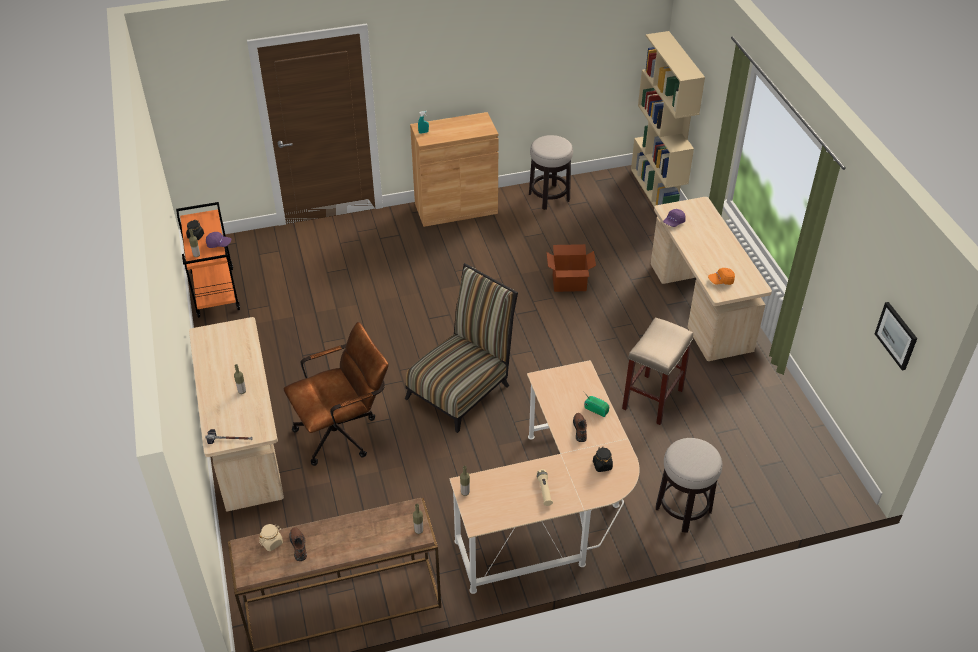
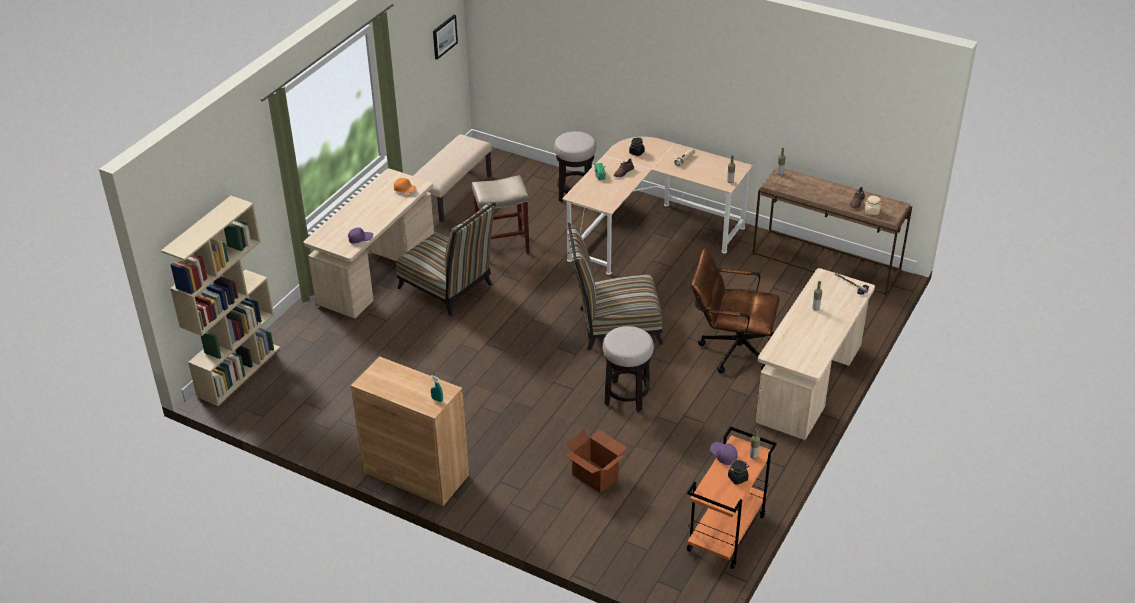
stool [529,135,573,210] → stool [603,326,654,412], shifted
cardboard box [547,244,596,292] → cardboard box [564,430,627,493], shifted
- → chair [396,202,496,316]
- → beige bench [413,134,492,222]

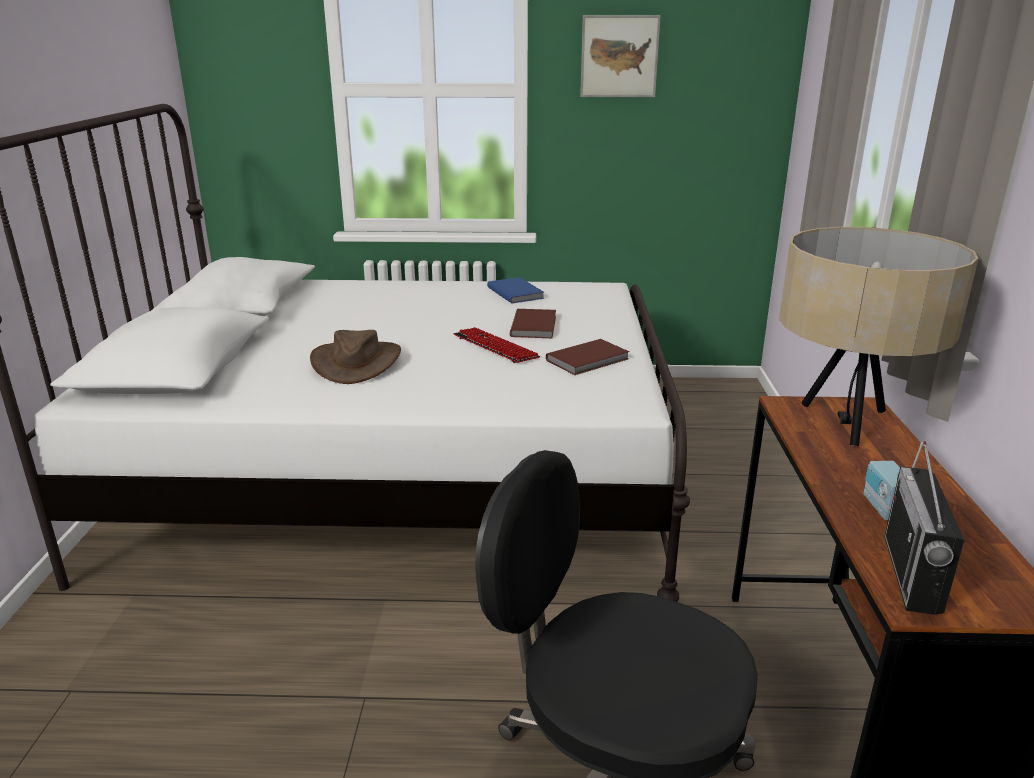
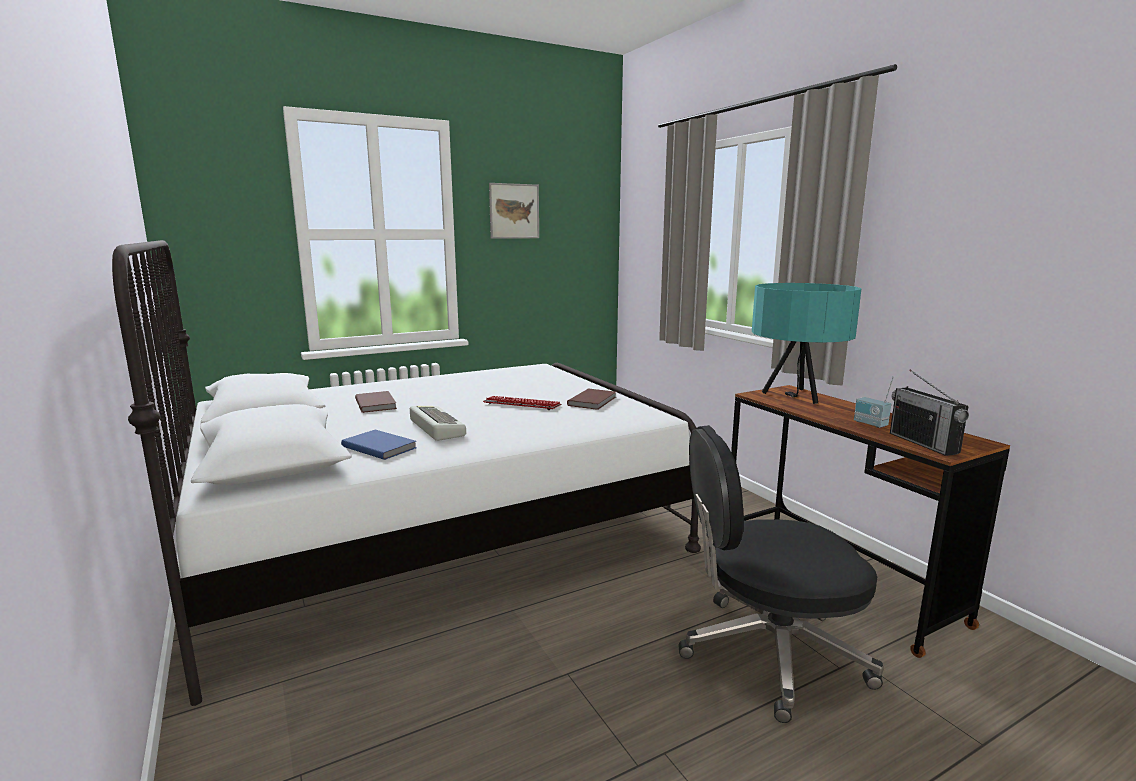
brown hat [310,330,401,384] → keyboard [410,406,466,441]
blue book [487,277,545,303] → blue book [341,430,417,460], shifted
brown book [510,309,556,338] → brown book [355,391,397,413], shifted
beige table lamp [779,227,979,446] → turquoise table lamp [752,283,862,404]

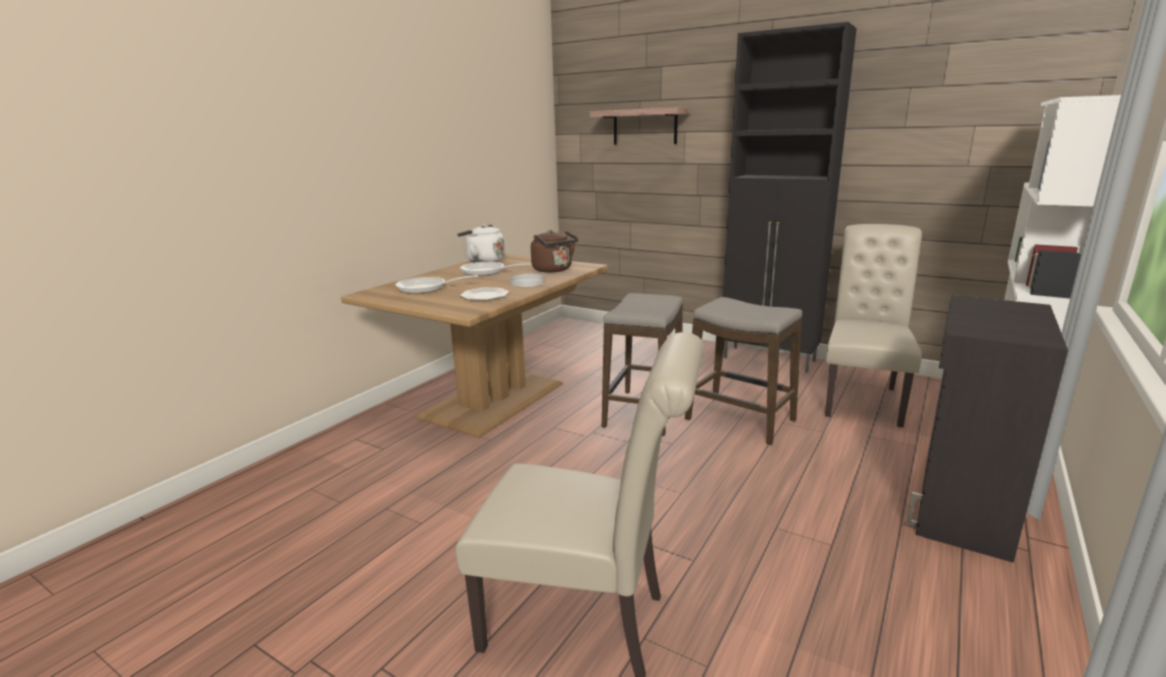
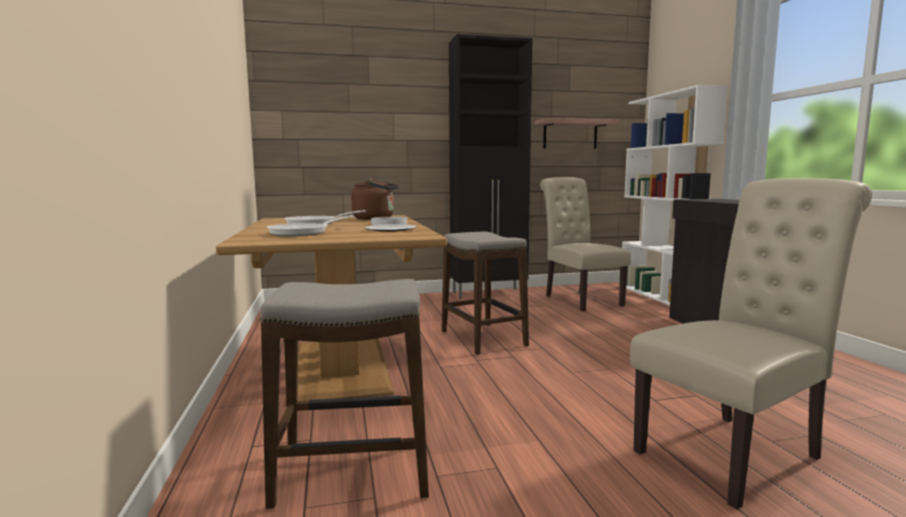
white kettle [457,224,505,263] → -
shelf [590,108,690,145] → shelf [534,118,618,149], shifted
stool [685,297,802,445] → stool [260,279,429,509], shifted

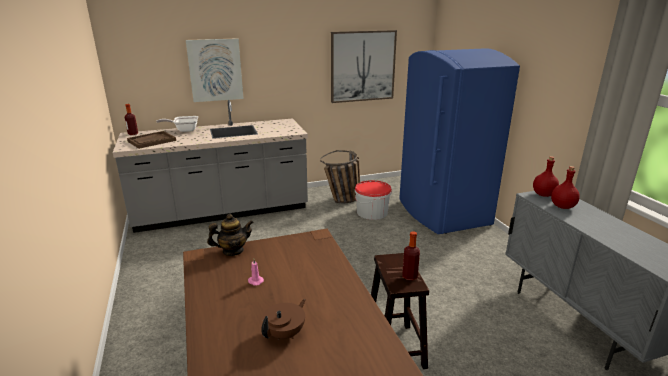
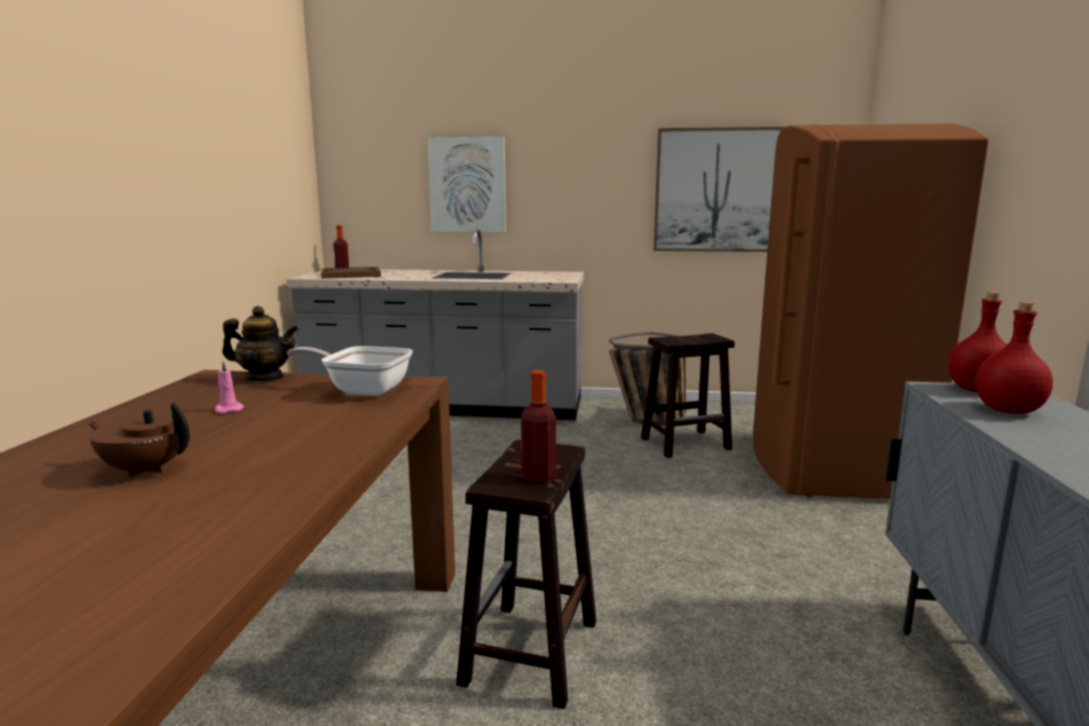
frying pan [156,116,198,132] → frying pan [287,346,413,396], shifted
brown teapot [261,299,306,340] → brown teapot [88,403,190,478], 135 degrees counterclockwise
bucket [355,180,392,220] → brown stool [641,333,735,458]
blue fridge [399,48,520,234] → brown fridge [753,124,988,499]

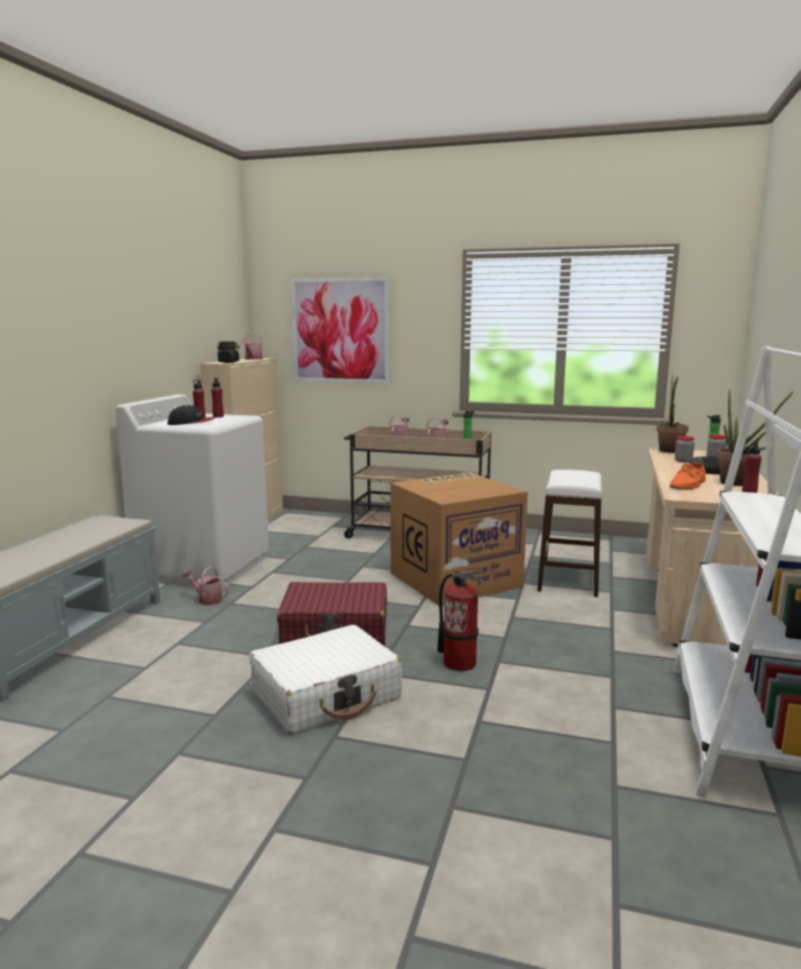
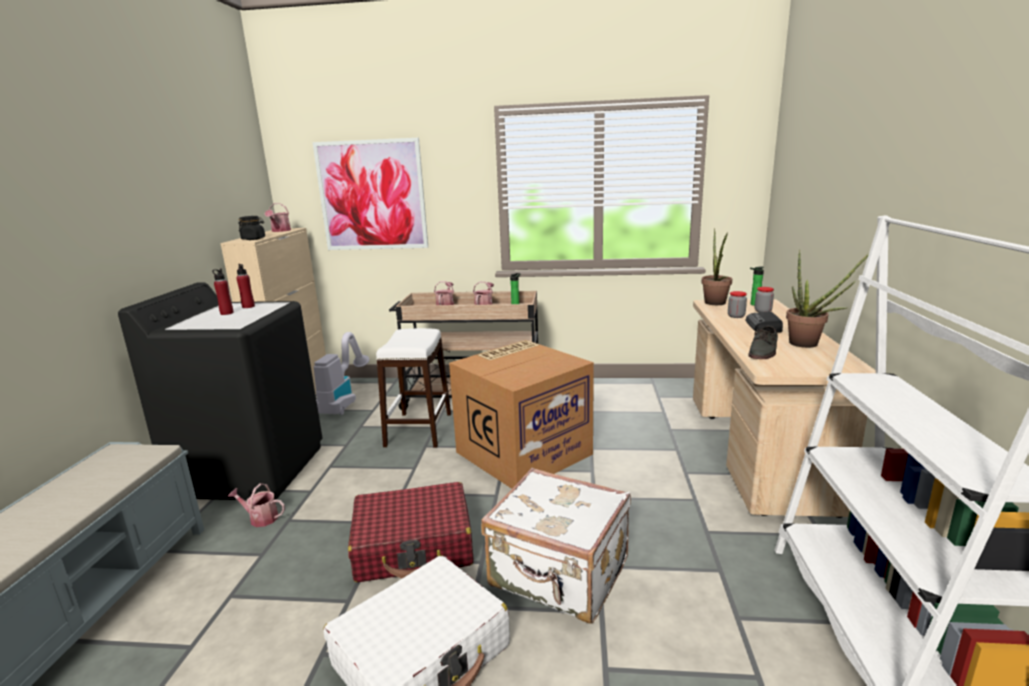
white washing machine [116,394,269,589] → black washing machine [118,282,323,500]
cap [168,405,215,425] → -
fire extinguisher [437,569,484,671] → white suitcase [481,468,631,624]
white stool [537,470,602,597] → white stool [376,328,451,448], shifted
orange shoe [669,462,706,490] → grey shoe [748,326,778,359]
red bottle [742,442,761,493] → -
- → vacuum cleaner [314,332,369,415]

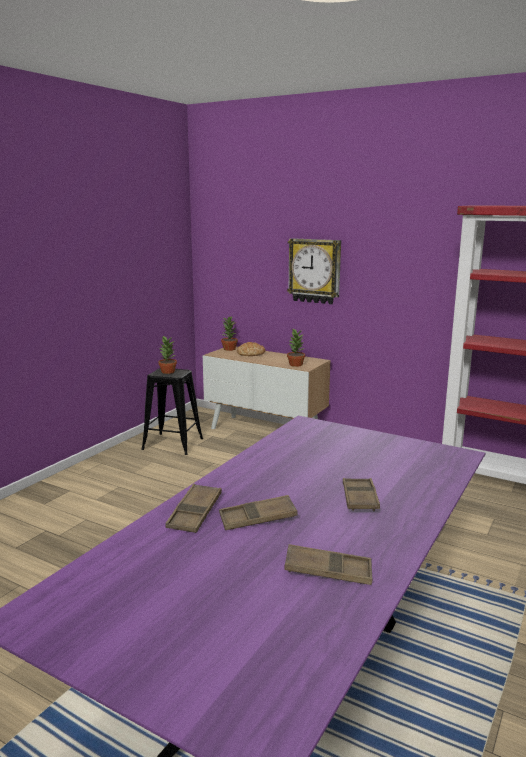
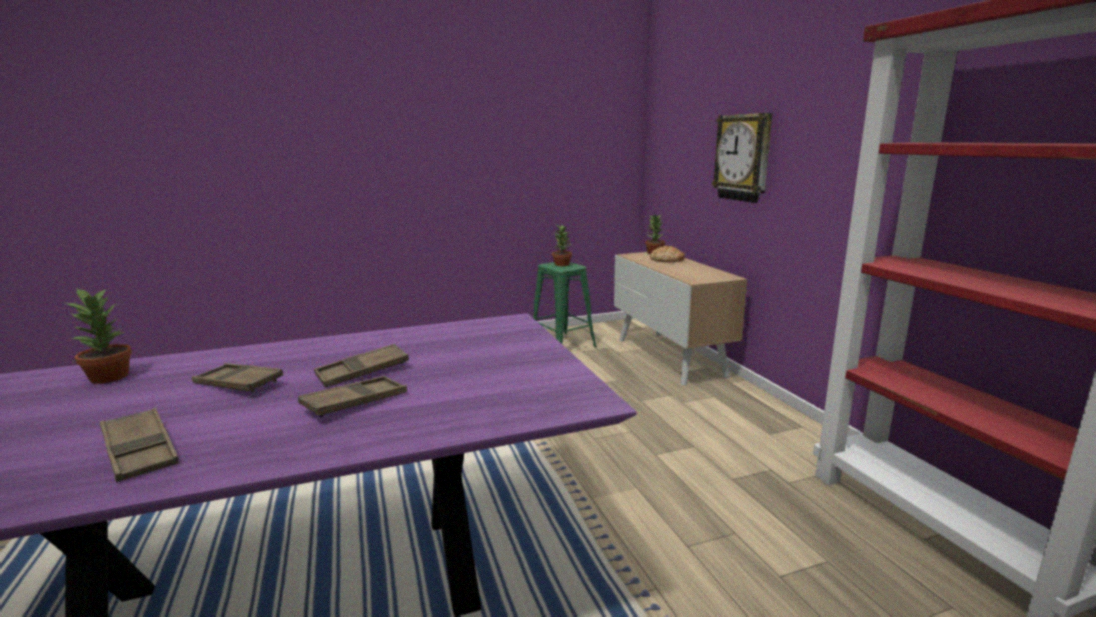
black stool [141,368,203,455] → green stool [533,262,597,347]
brown tray [165,484,222,533] → brown tray [314,344,409,387], shifted
potted plant [287,328,305,367] → potted plant [63,287,132,384], shifted

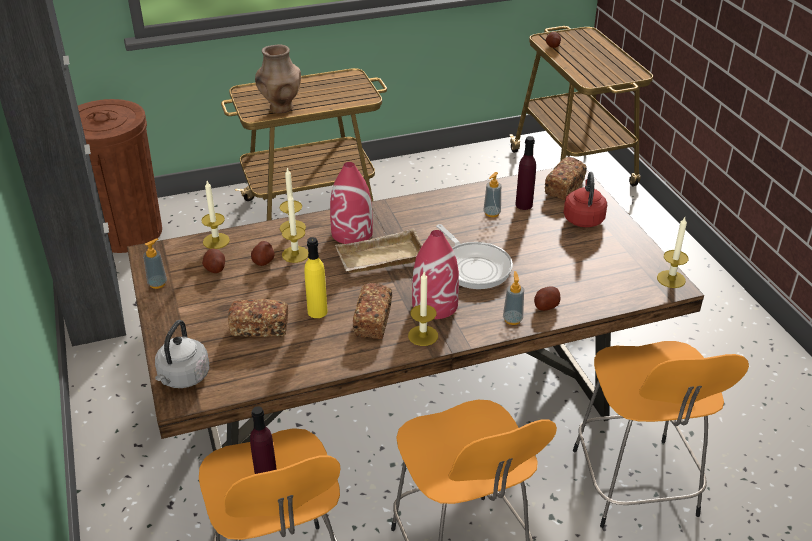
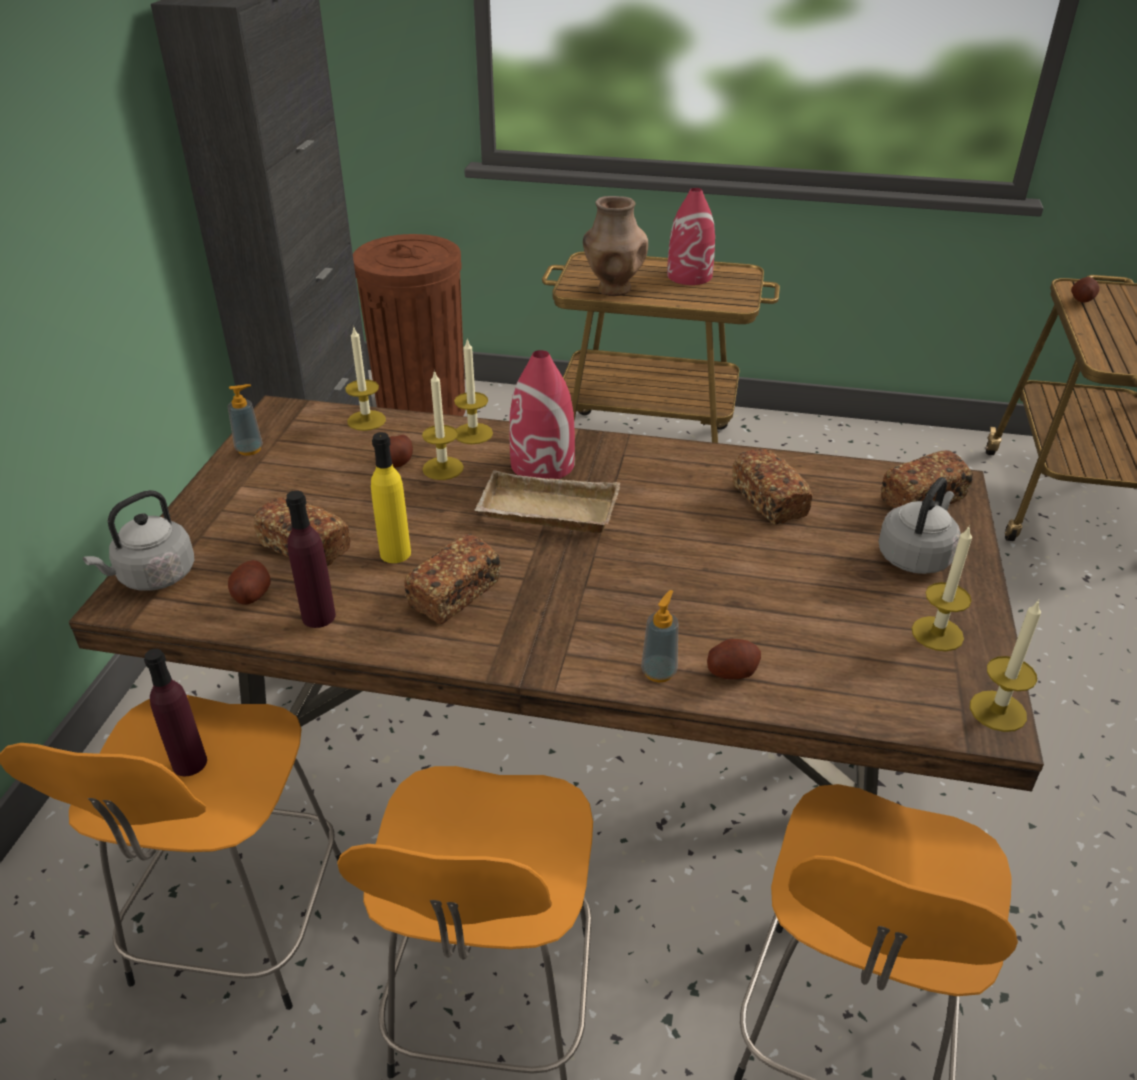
potato [202,249,225,273] → potato [228,560,271,605], shifted
candle [408,272,438,346] → candle [912,525,972,651], shifted
red vase [412,230,459,319] → red vase [667,188,715,285], shifted
frying pan [436,224,513,289] → -
soap dispenser [483,172,501,217] → bread [732,449,813,524]
purple bottle [515,136,536,210] → purple bottle [286,491,336,628], shifted
red kettle [564,172,607,228] → grey kettle [879,477,961,574]

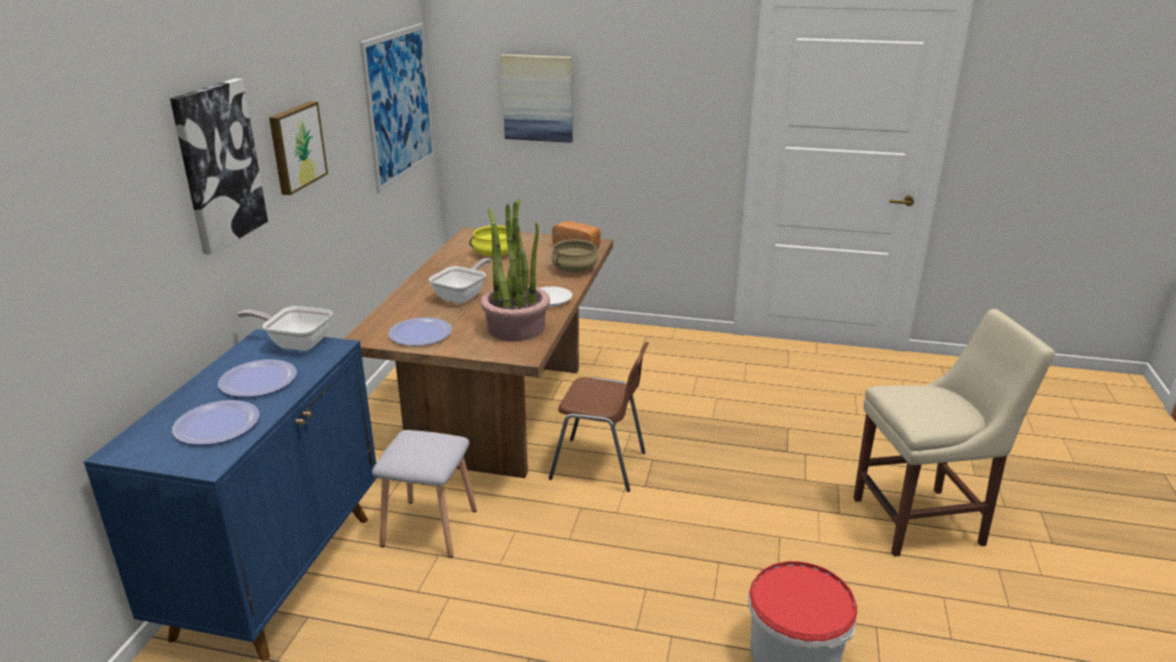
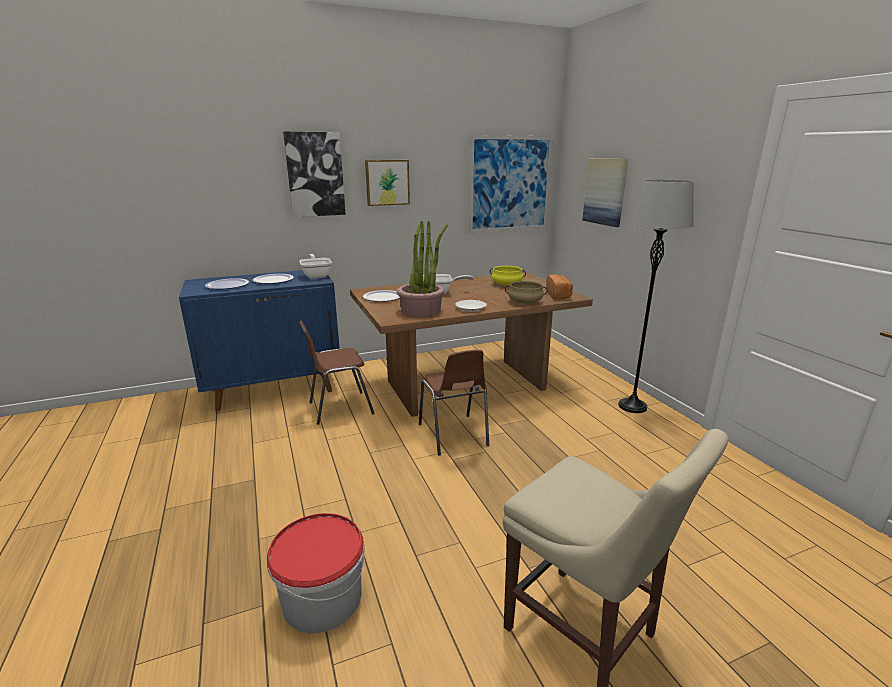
grey stool [372,430,477,558] → brown chair [299,321,375,425]
- → grey floor lamp [619,179,694,413]

